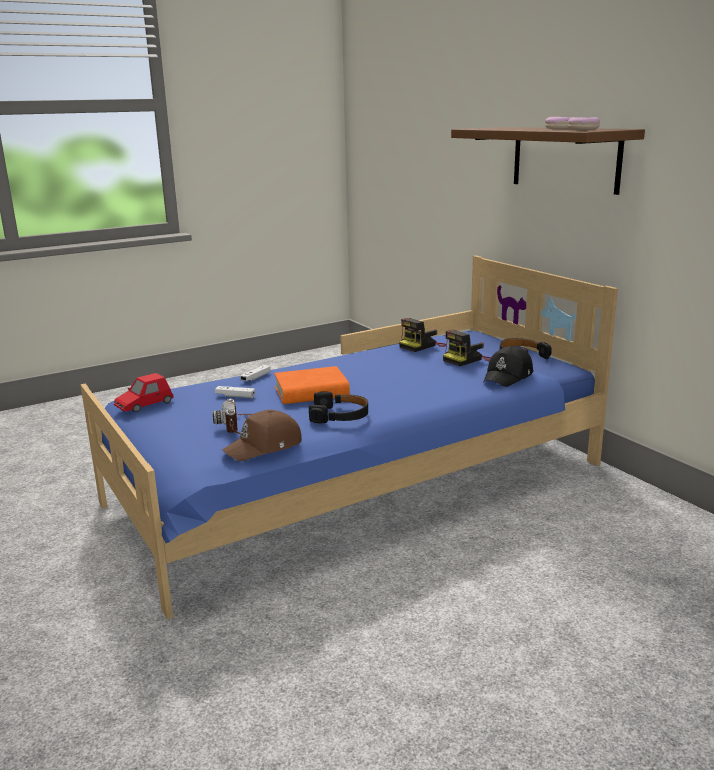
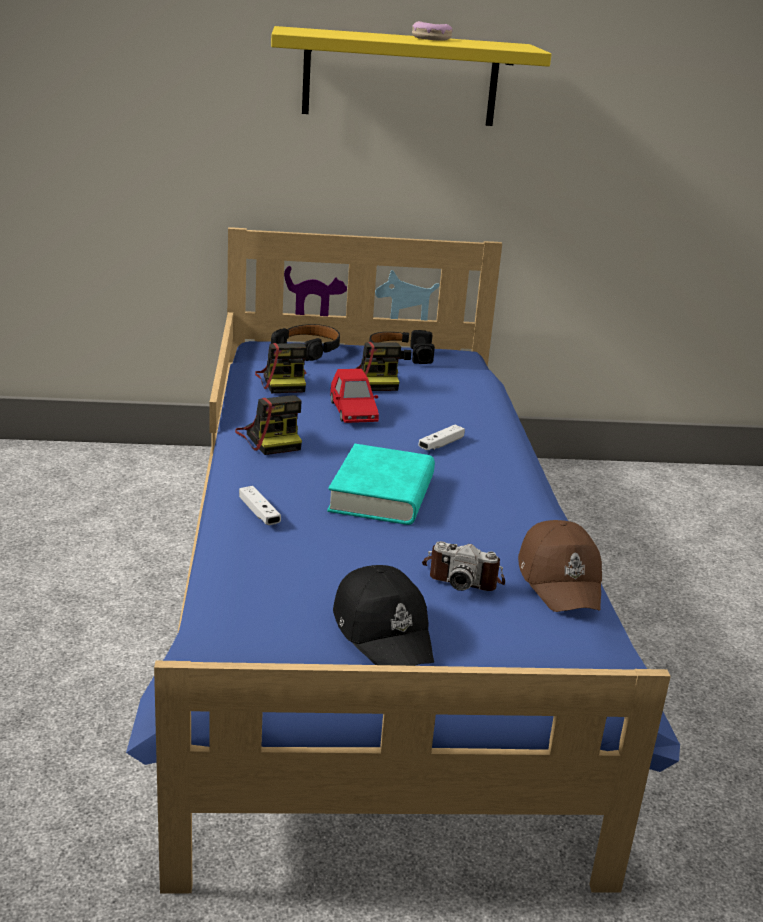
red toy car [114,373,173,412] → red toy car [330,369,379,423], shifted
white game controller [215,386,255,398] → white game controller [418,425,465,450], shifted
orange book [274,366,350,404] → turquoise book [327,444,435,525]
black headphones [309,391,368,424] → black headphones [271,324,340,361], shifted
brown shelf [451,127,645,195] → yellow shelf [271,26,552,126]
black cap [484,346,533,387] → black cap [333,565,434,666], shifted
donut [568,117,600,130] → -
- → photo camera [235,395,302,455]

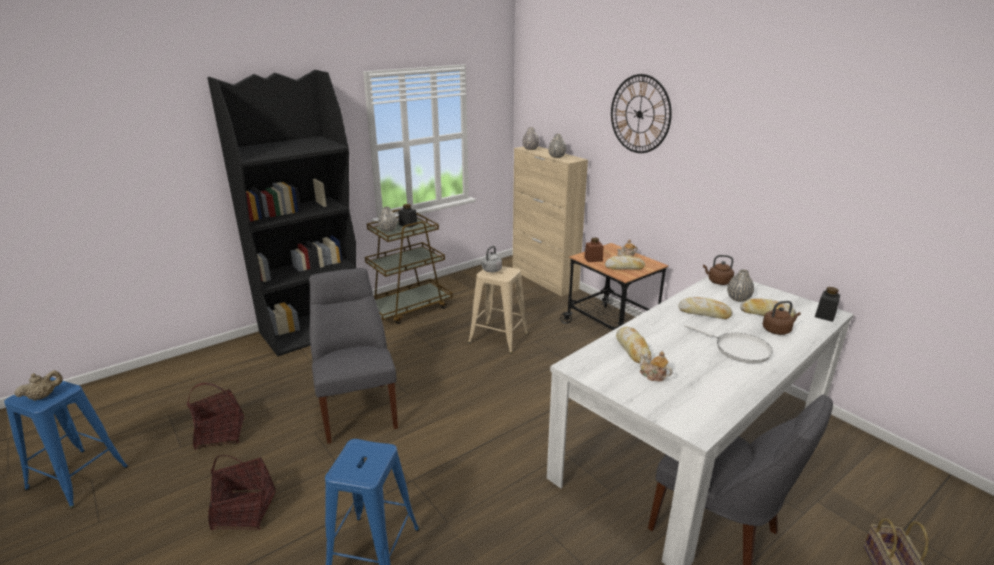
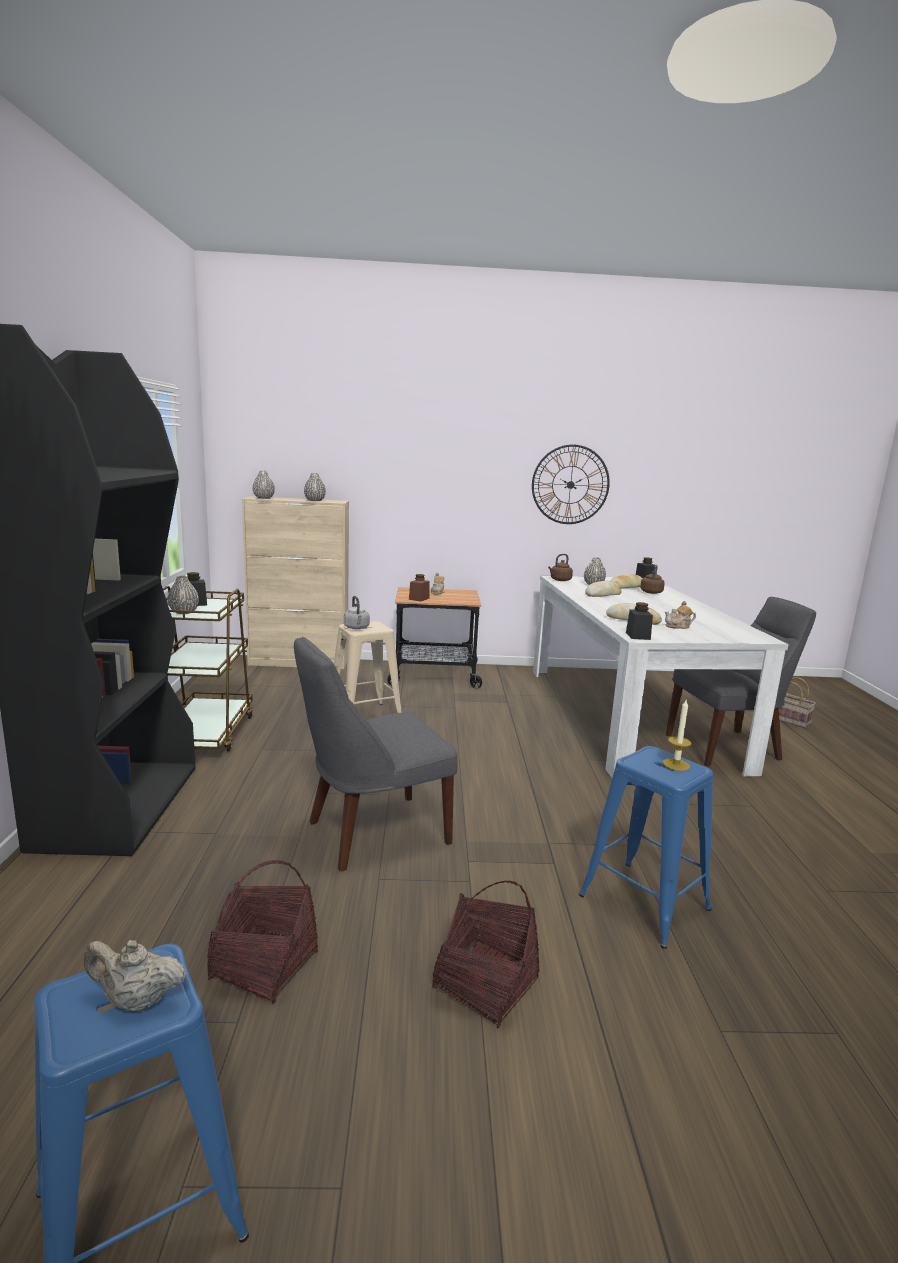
beige teapot [14,370,63,401] → beige teapot [84,940,186,1012], 75 degrees counterclockwise
grey chair [309,268,398,444] → grey chair [294,637,458,872], 45 degrees counterclockwise
bread [605,255,645,269] → -
wall clock [611,74,672,153] → wall clock [532,445,610,524], shifted
white frying pan [684,323,773,363] → -
- → black jar [626,602,653,640]
- → candle [663,700,692,771]

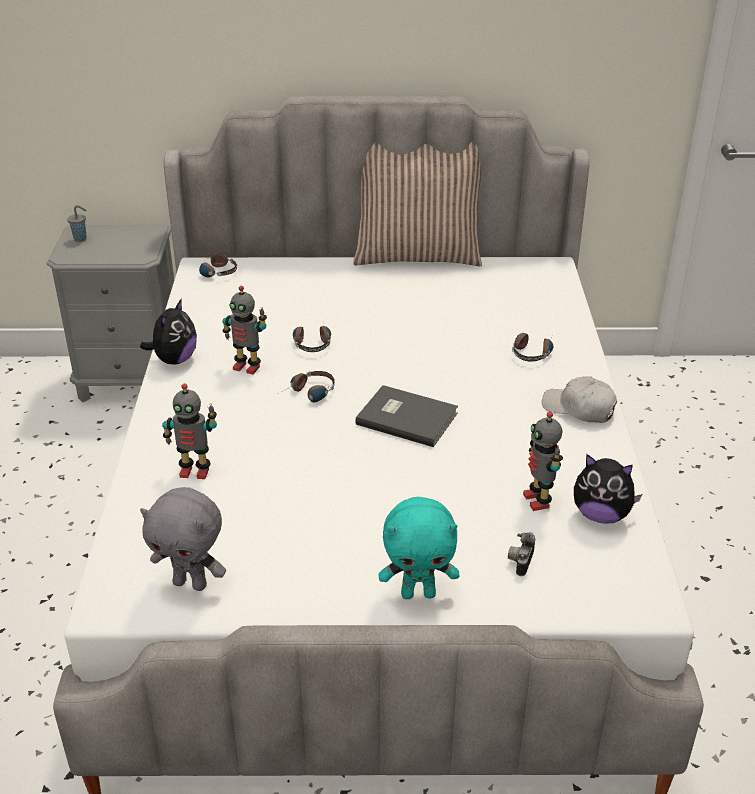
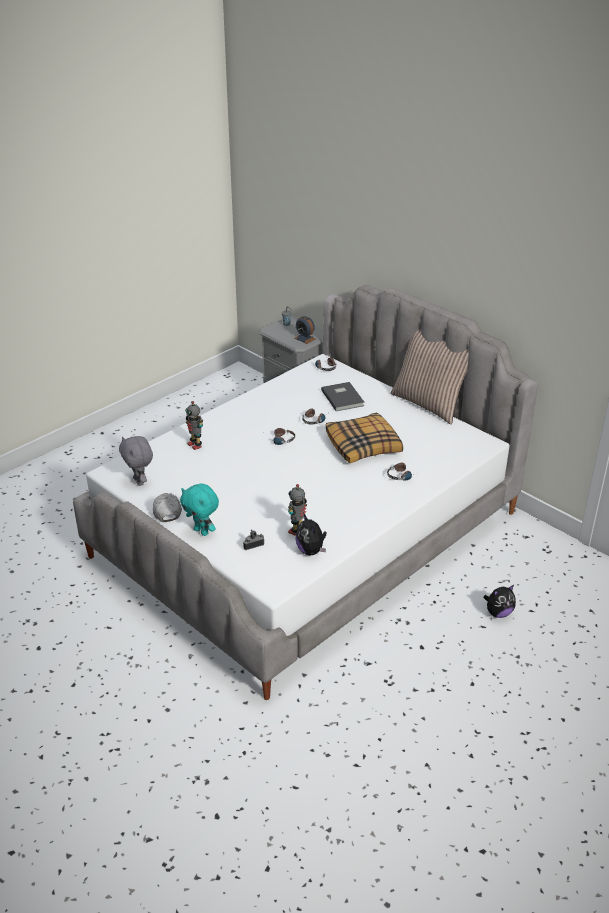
plush toy [140,298,197,365] → plush toy [483,585,516,618], shifted
toy robot [223,286,267,374] → -
grey book [355,385,458,447] → grey book [321,382,365,411], shifted
white cap [542,376,617,423] → white cap [153,493,182,522], shifted
- → alarm clock [295,316,315,344]
- → pillow [326,412,403,463]

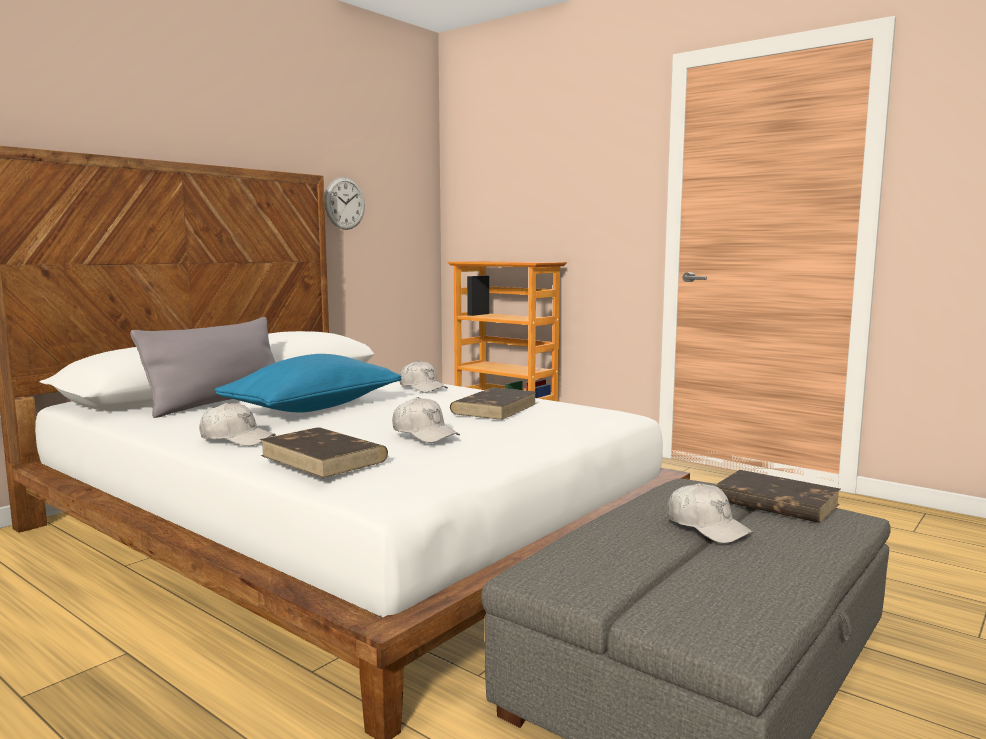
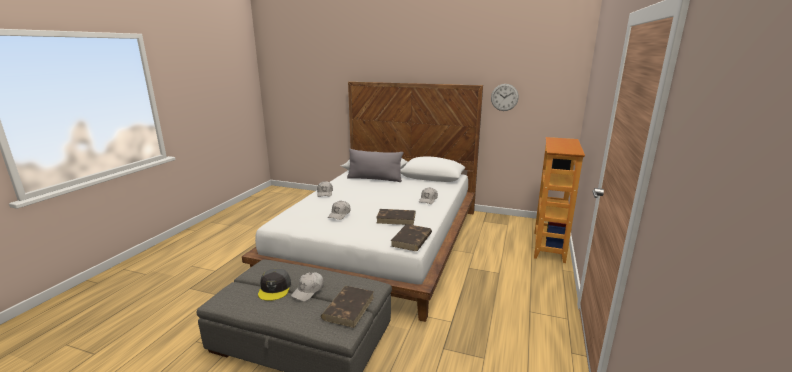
blue pillow [215,354,401,412] → -
brown book [260,427,388,478] → brown book [391,224,432,251], shifted
- → grey cap [258,269,291,301]

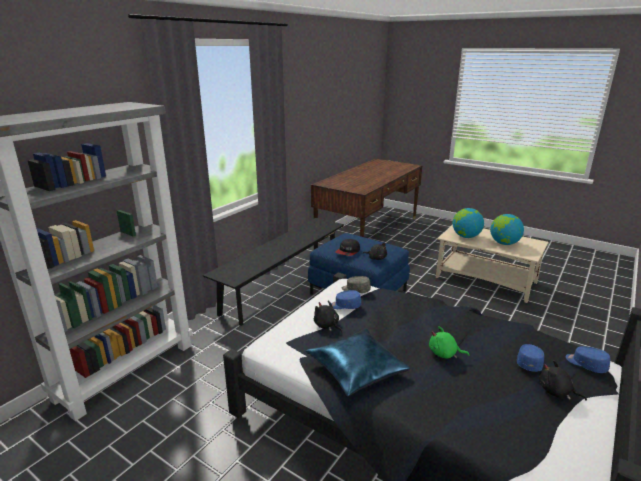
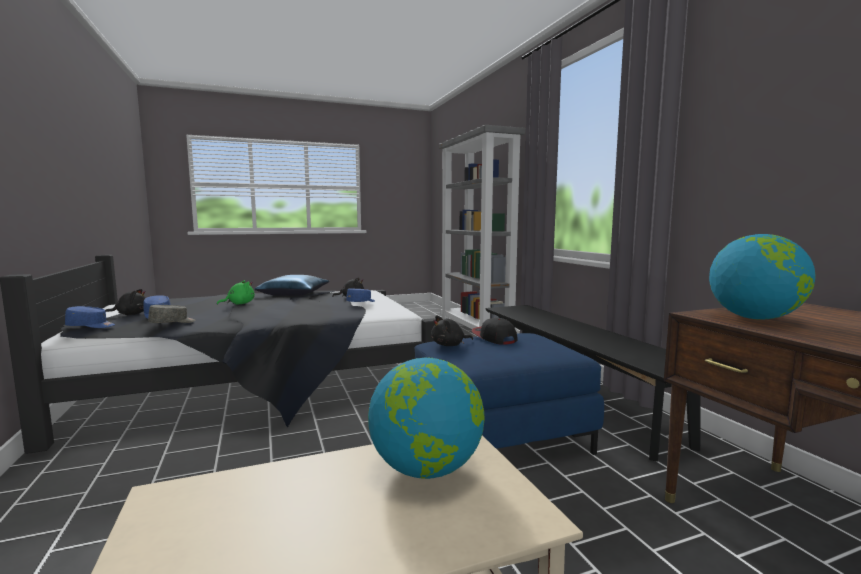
grey cap [342,276,371,293] → grey cap [148,305,196,323], shifted
globe [490,214,524,245] → globe [709,234,816,320], shifted

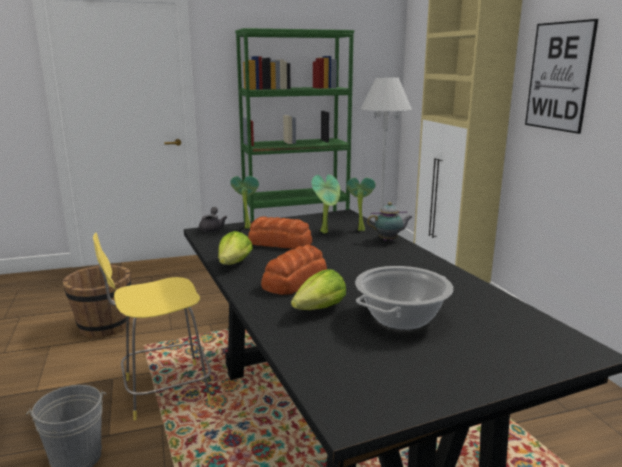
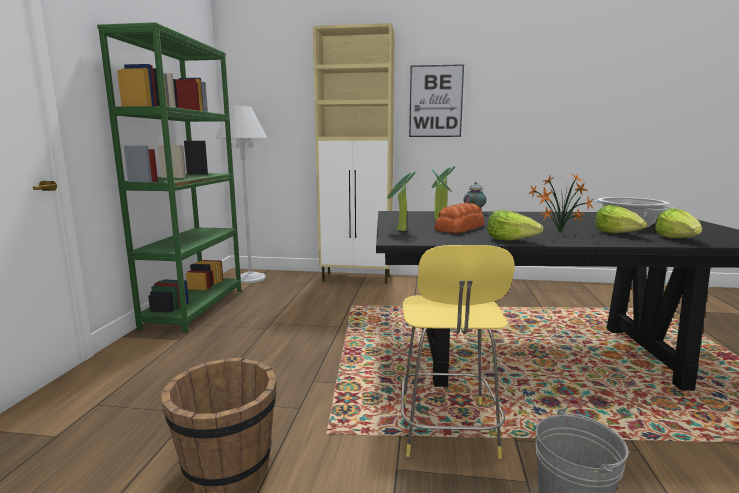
grey teapot [199,207,227,232] → -
bread [261,245,327,295] → potted plant [528,173,594,232]
- → lettuce [655,208,702,238]

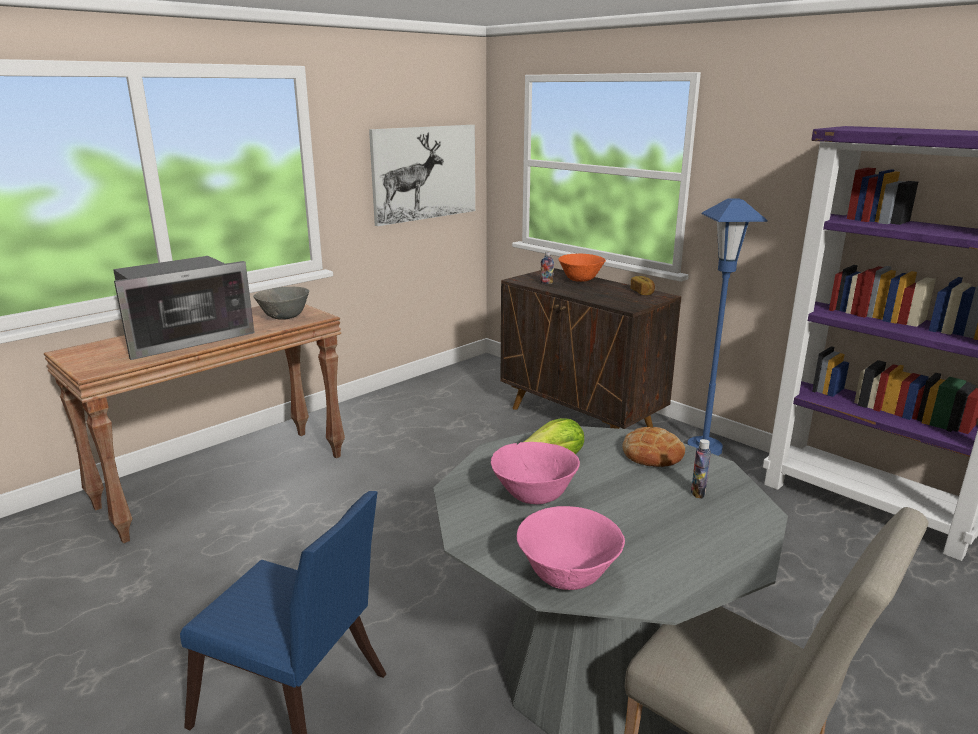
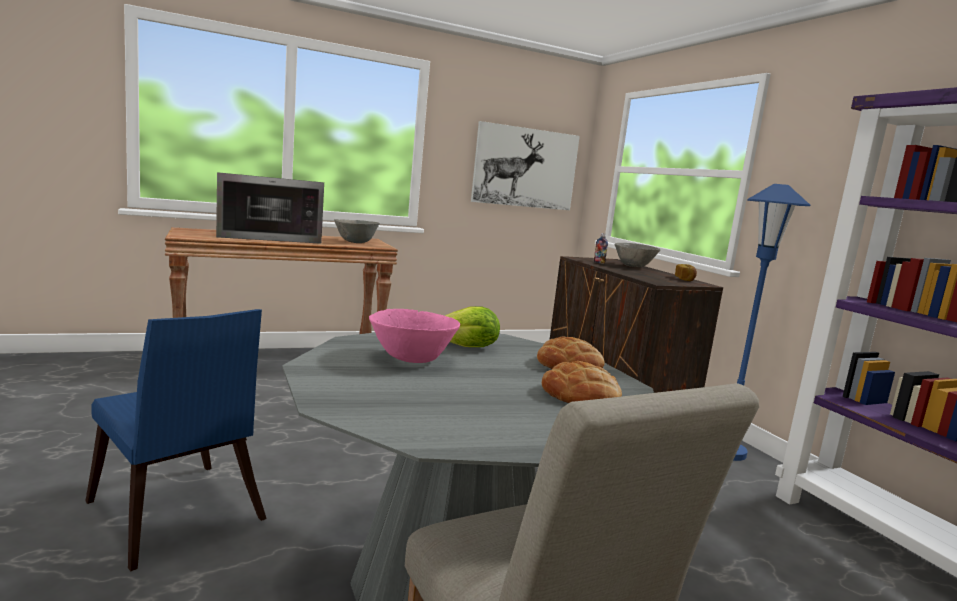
pink bowl [517,506,625,590] → -
orange bowl [558,254,605,282] → grey bowl [615,243,661,267]
bottle [691,439,711,498] → bread [542,361,622,403]

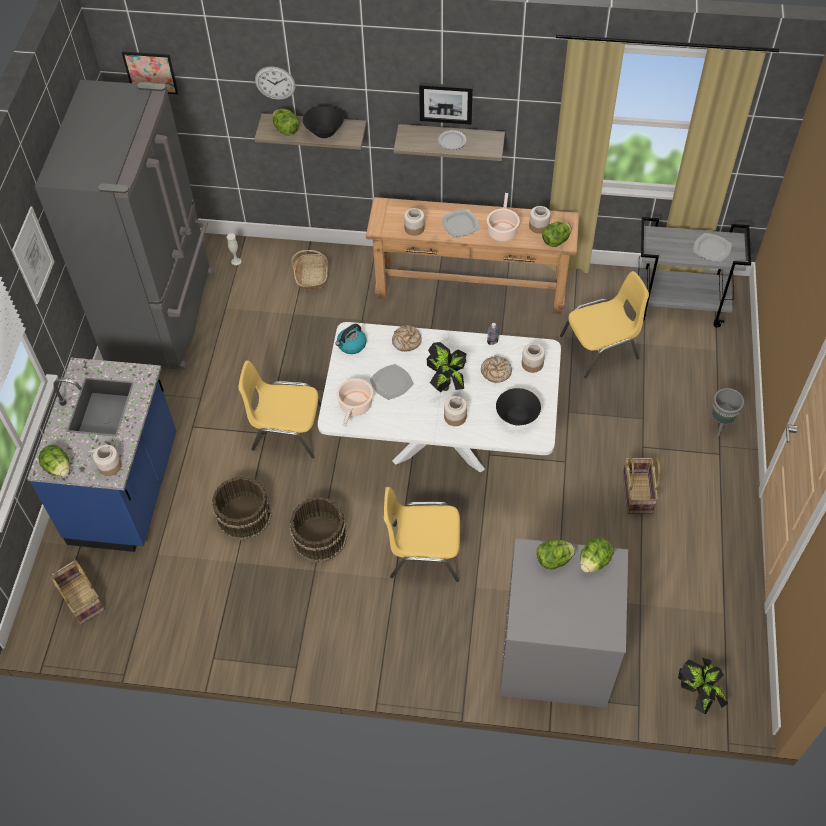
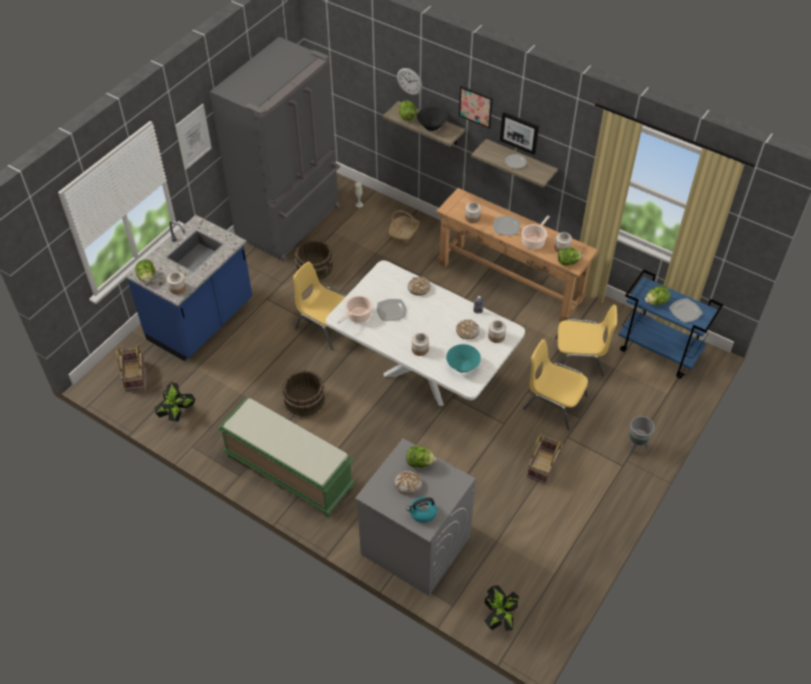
picture [122,51,178,94] → picture [459,86,493,129], shifted
brown bucket [212,476,272,540] → brown bucket [295,240,334,282], shifted
kettle [335,324,367,354] → kettle [406,497,437,523], shifted
yellow chair [384,487,460,582] → yellow chair [523,339,588,430], shifted
potted plant [427,342,466,393] → potted plant [154,382,196,422], shifted
black bowl [496,388,541,426] → turquoise bowl [446,344,481,373]
lettuce [580,537,614,573] → lettuce [645,286,670,305], shifted
grey cart [634,217,751,327] → blue cart [618,269,723,379]
- → green bench [217,397,356,517]
- → bread [394,471,422,495]

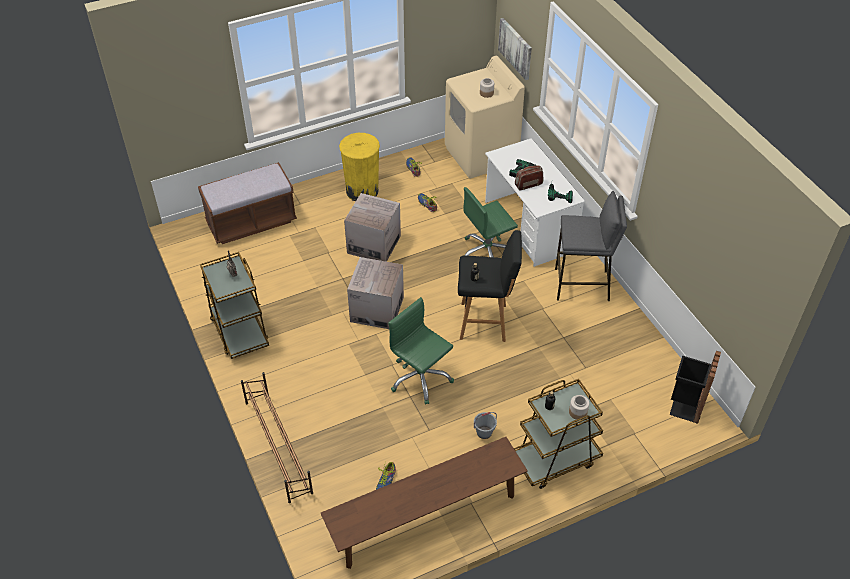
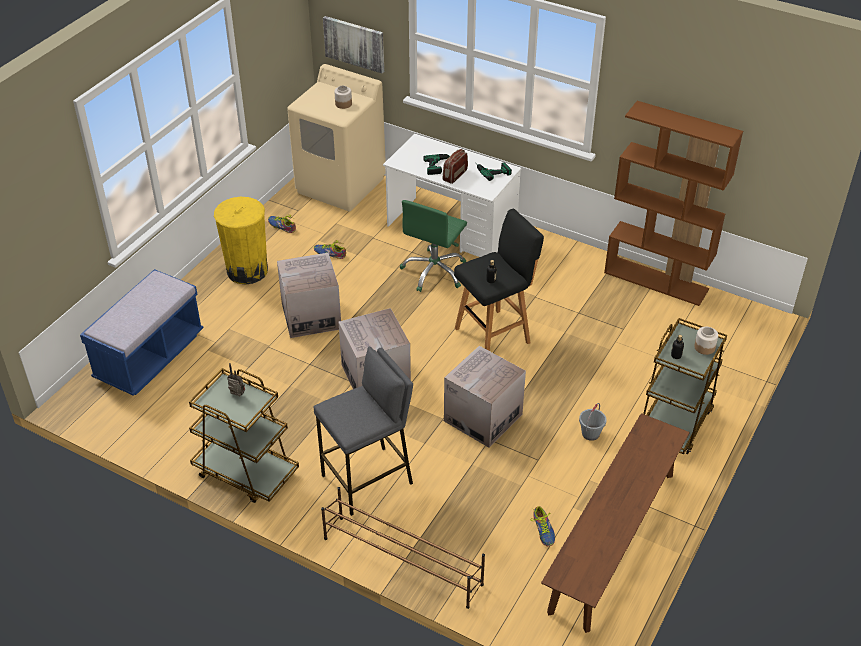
brown bench [198,162,297,244] → blue bench [80,269,204,396]
green office chair [388,297,454,405] → cardboard box [444,346,526,448]
grey stool [555,191,627,301] → grey stool [313,346,413,516], shifted
black trash can [670,351,721,424] → -
- → brown bookcase [604,101,743,306]

